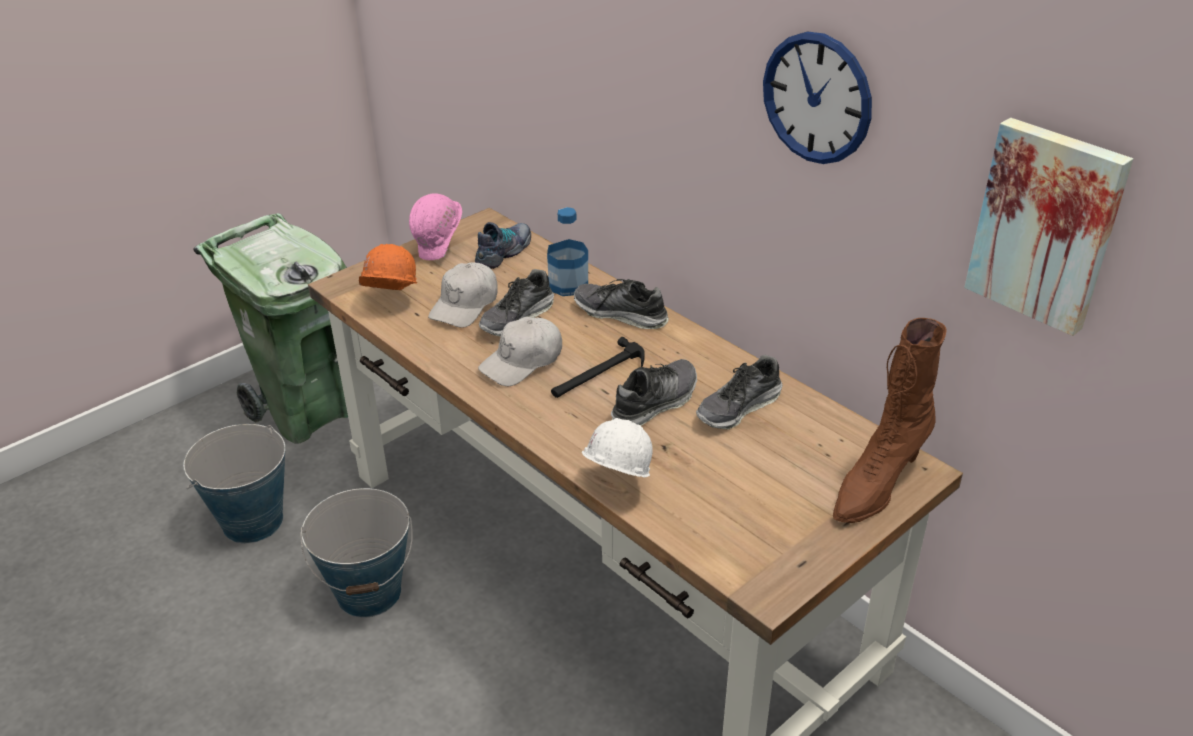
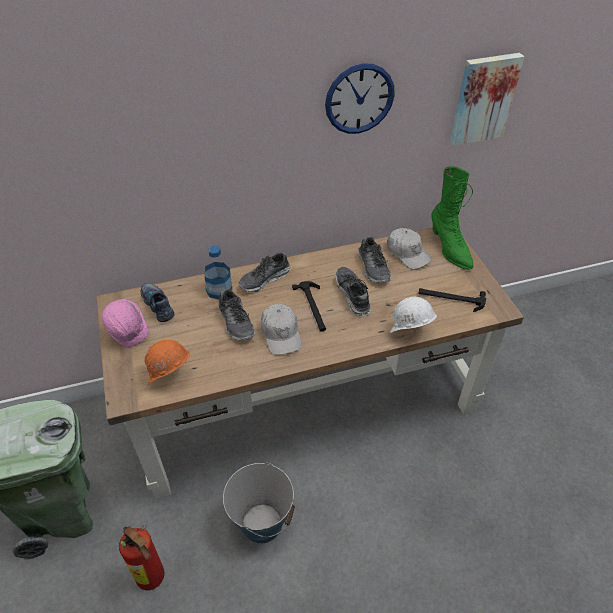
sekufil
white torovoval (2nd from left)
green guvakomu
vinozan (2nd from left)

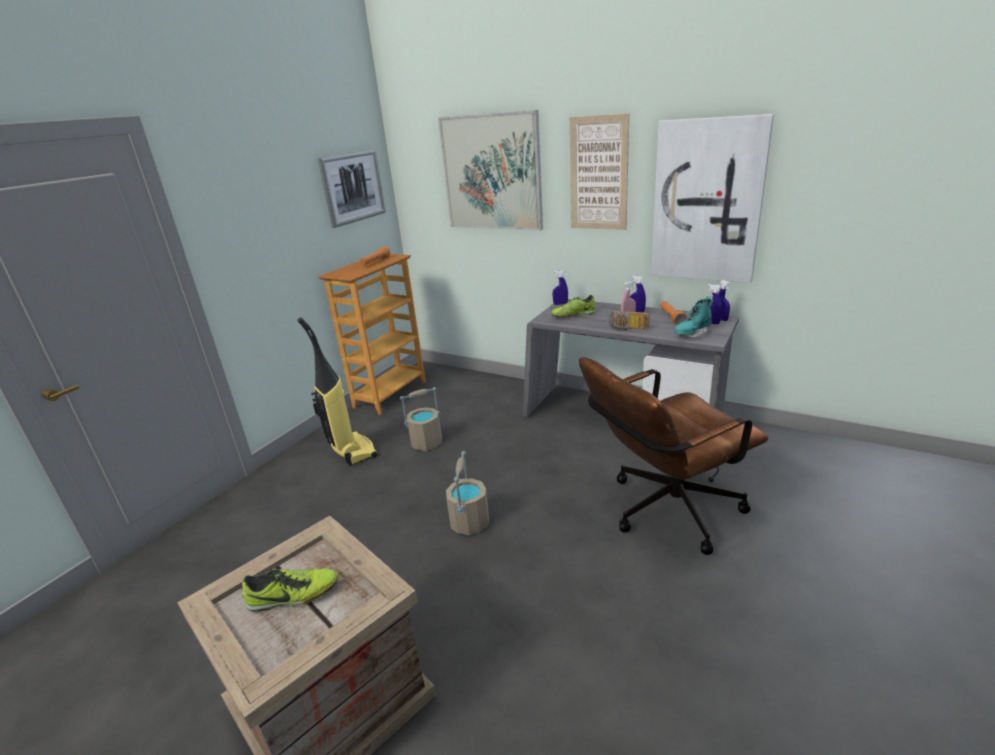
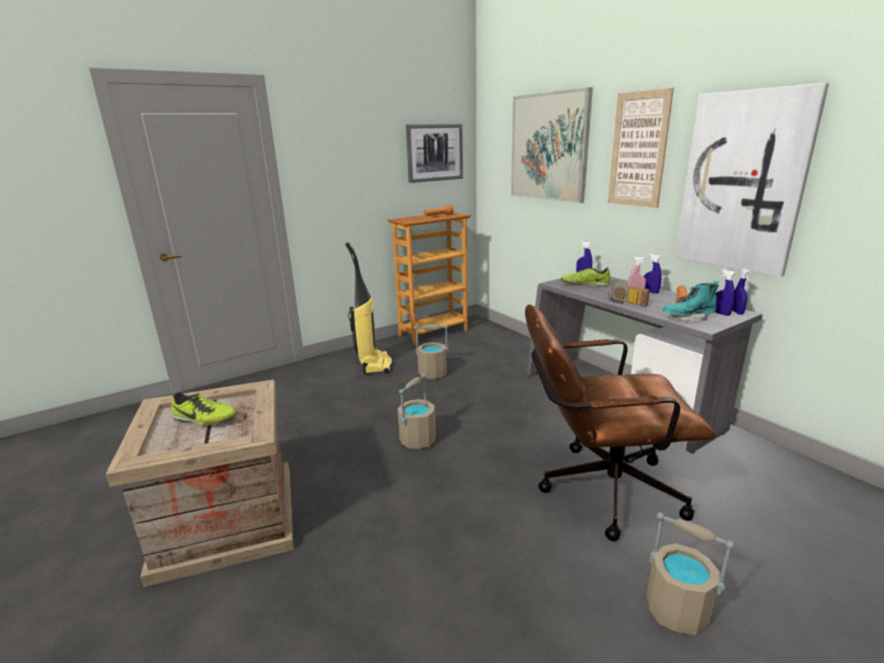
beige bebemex (3rd from left)

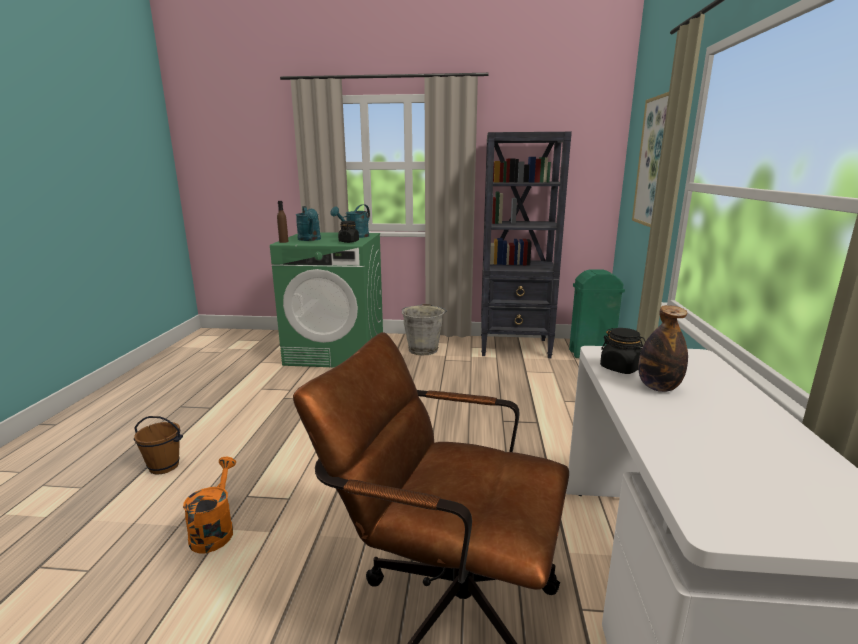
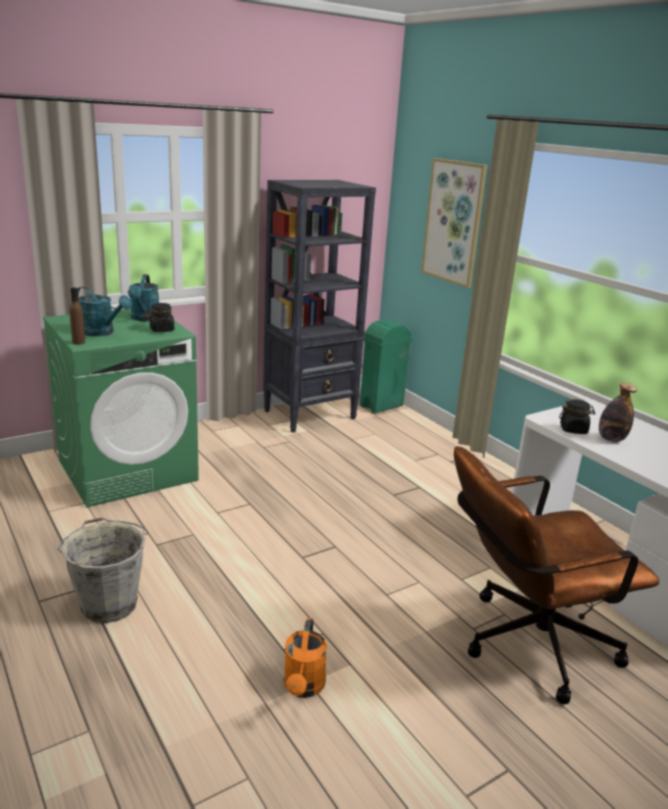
brown bebemex
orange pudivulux
grey bebemex

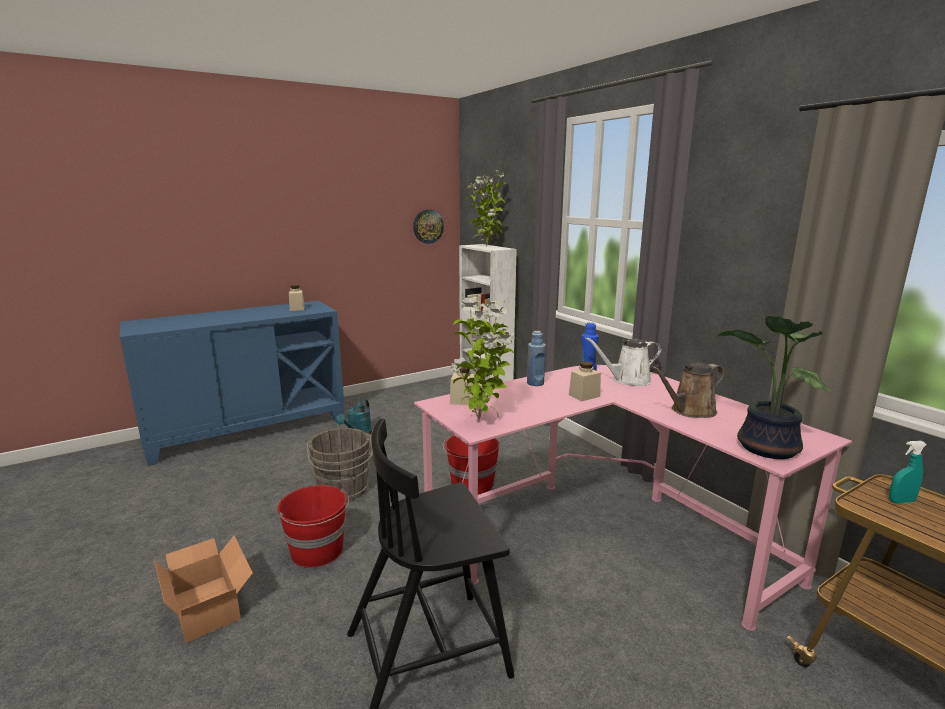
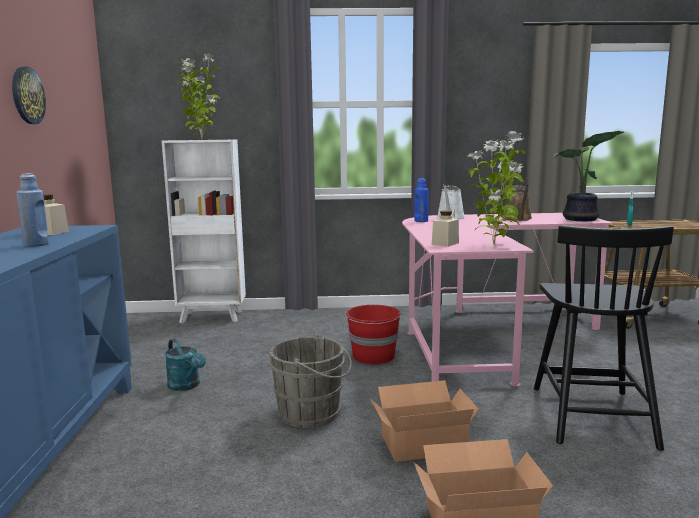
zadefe (1st from left)
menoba
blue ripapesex (1st from left)
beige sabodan (3rd from left in the first image)

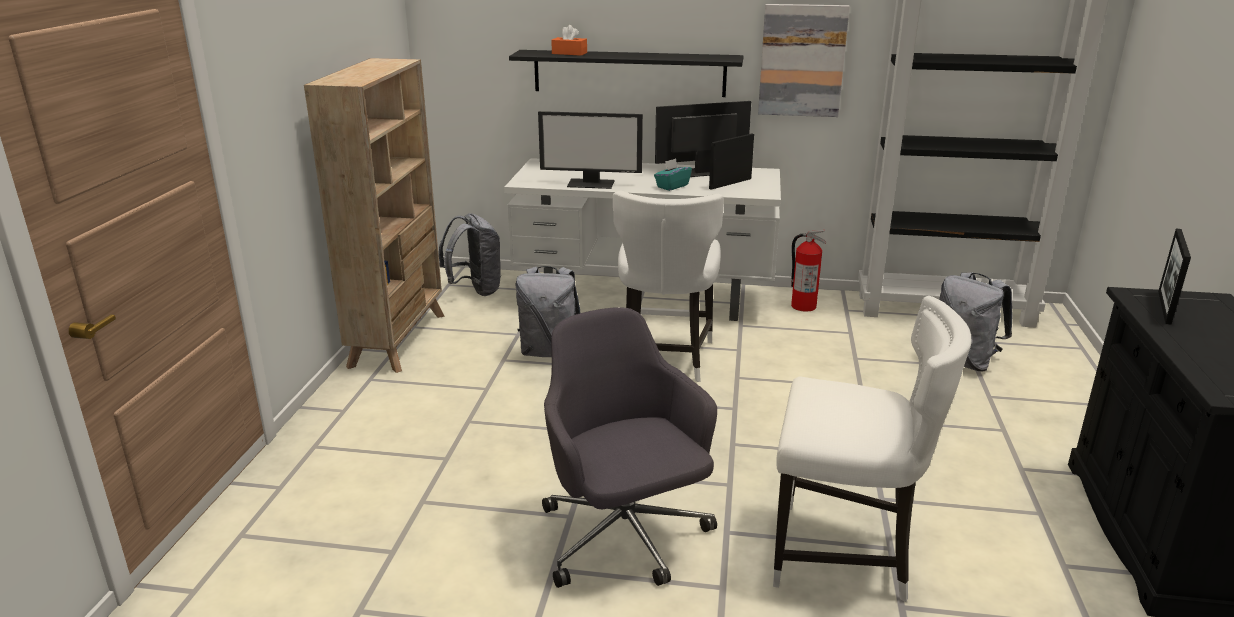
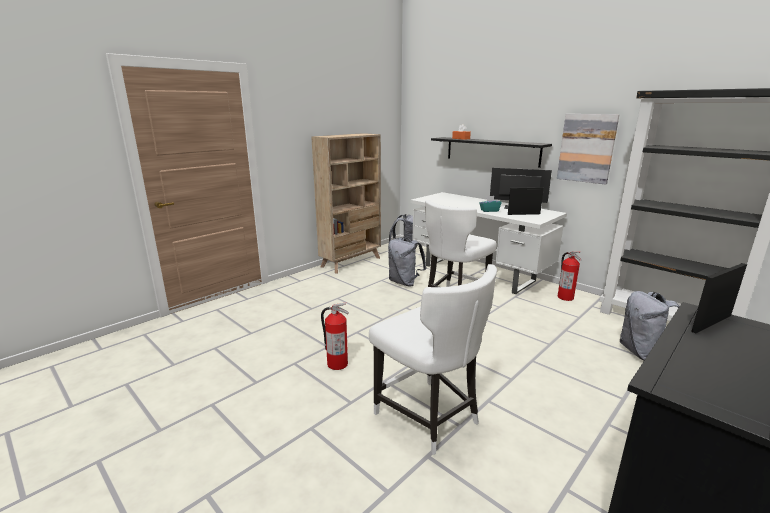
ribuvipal (1st from left in the first image)
sekufil (1st from left)

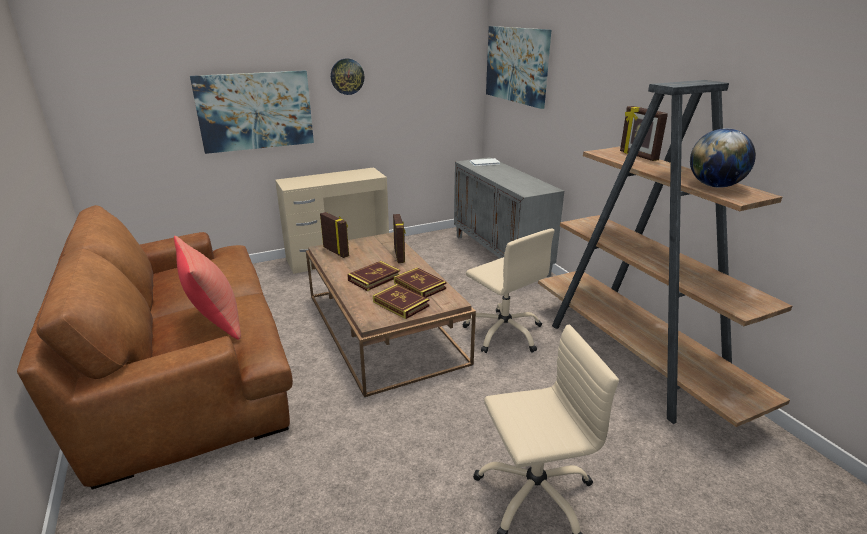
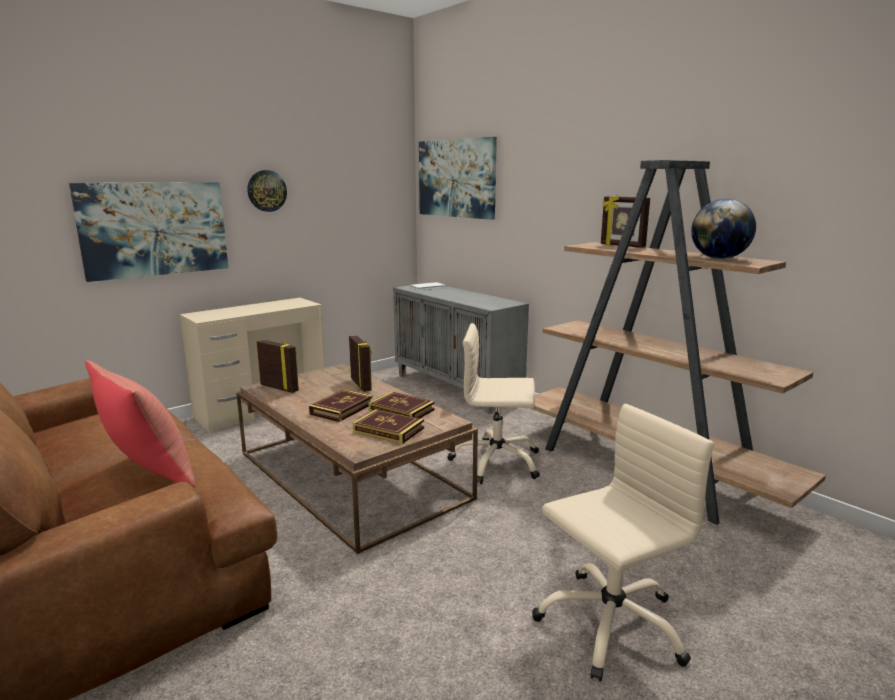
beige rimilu (1st from left)

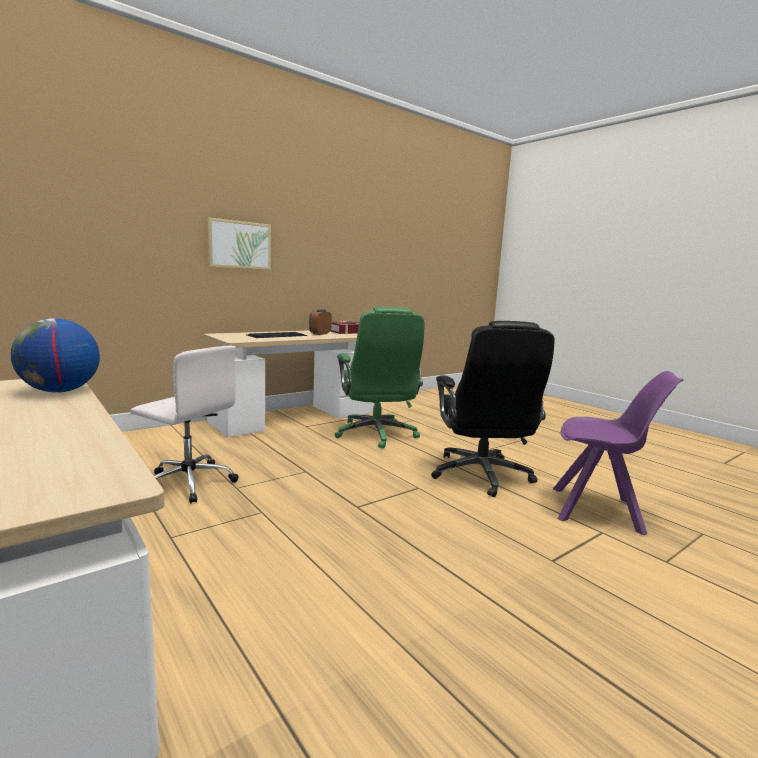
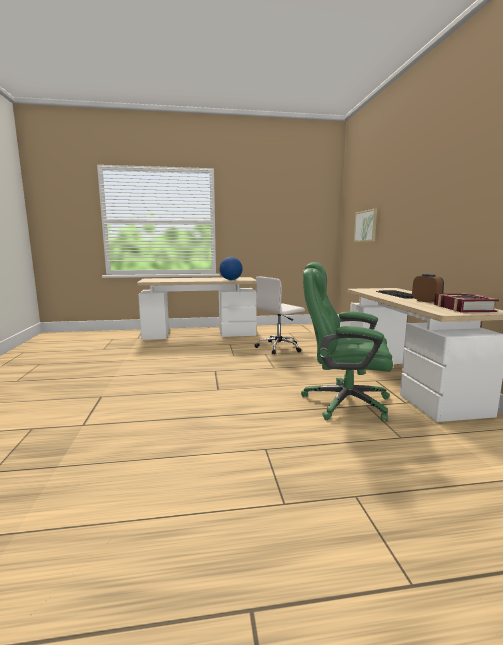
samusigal
black rimilu
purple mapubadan

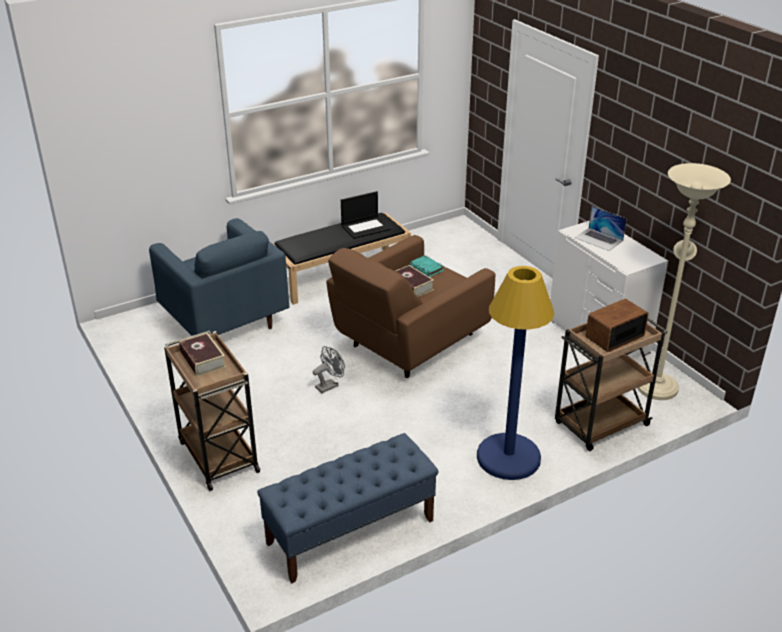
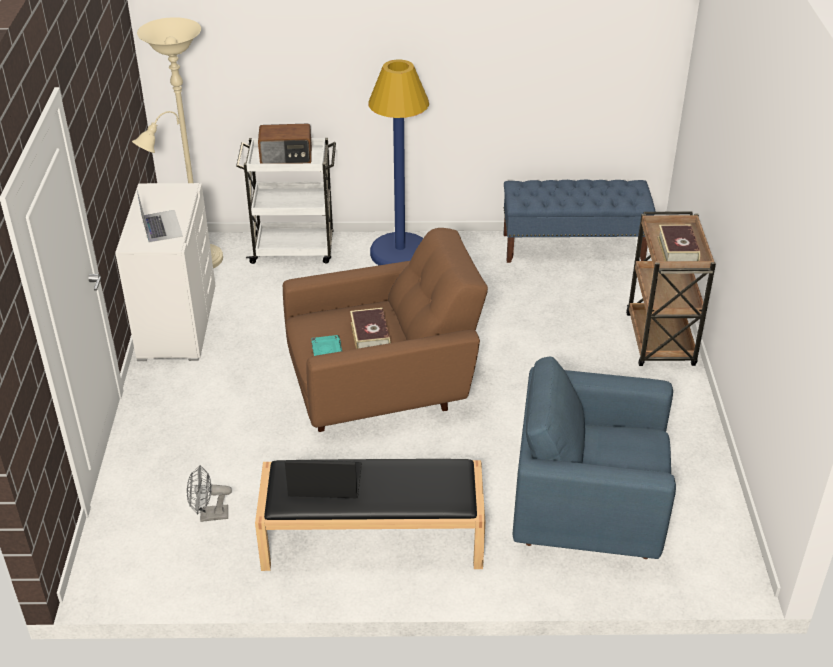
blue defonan
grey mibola
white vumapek

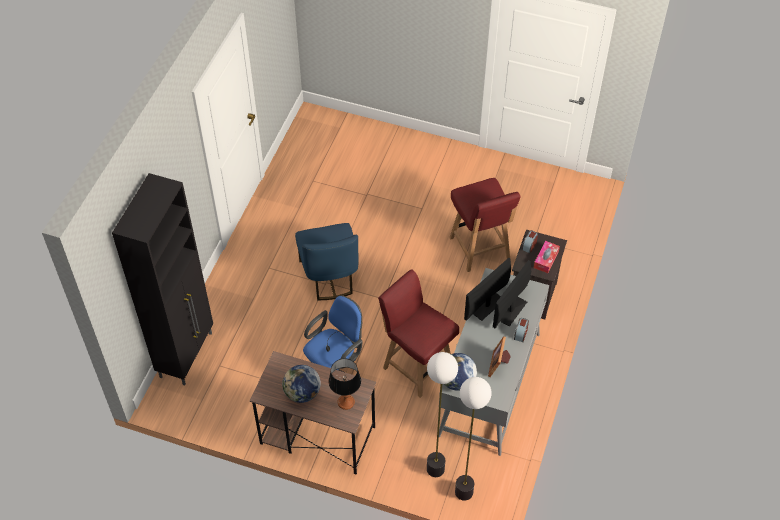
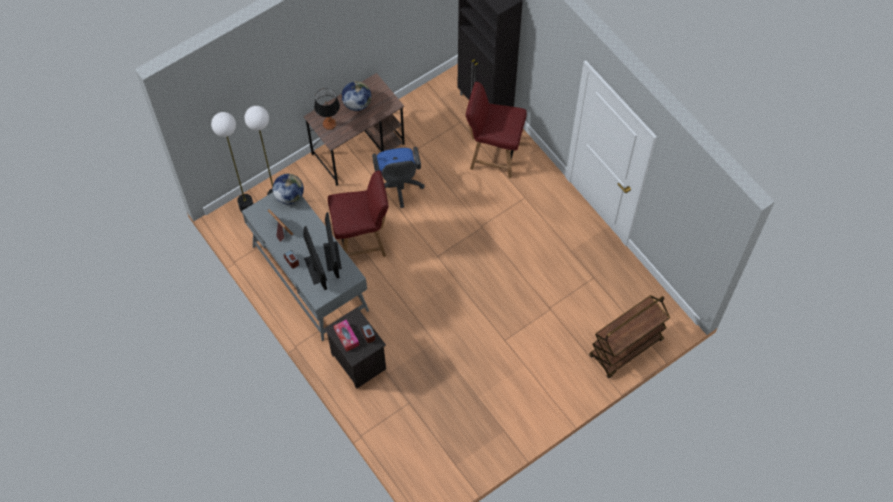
blue mapubadan
red mapubadan (2nd from left)
brown vumapek

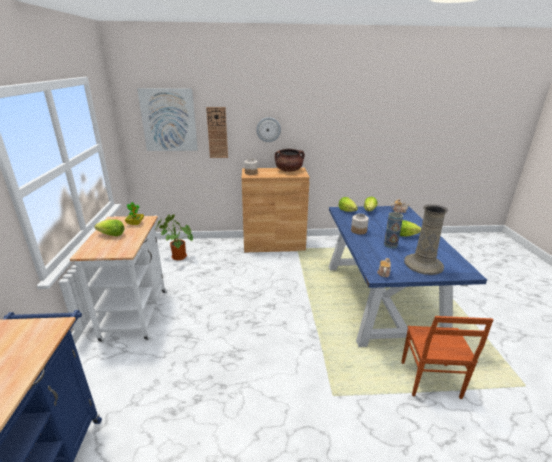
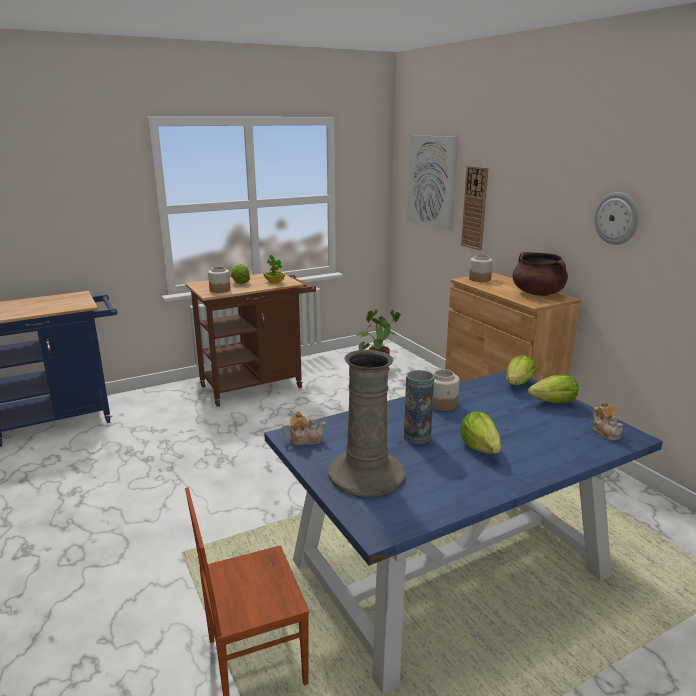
brown vumapek
menoba (2nd from left)
sabodan (1st from left)

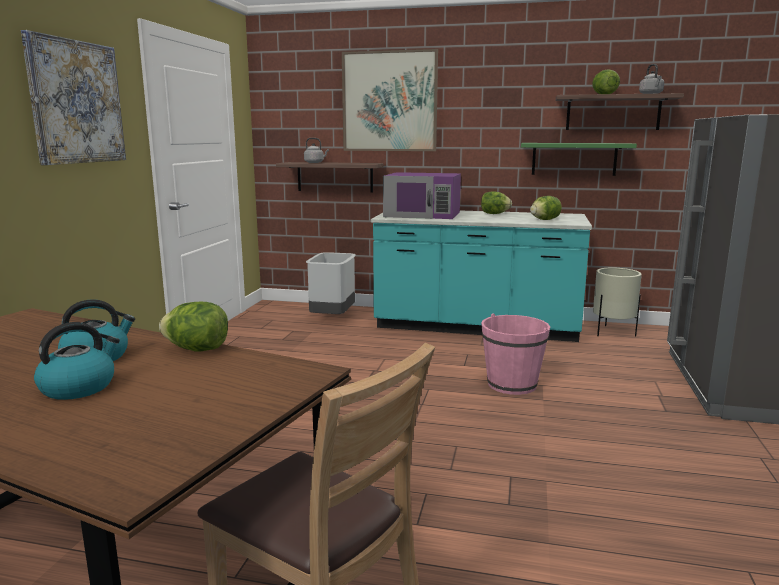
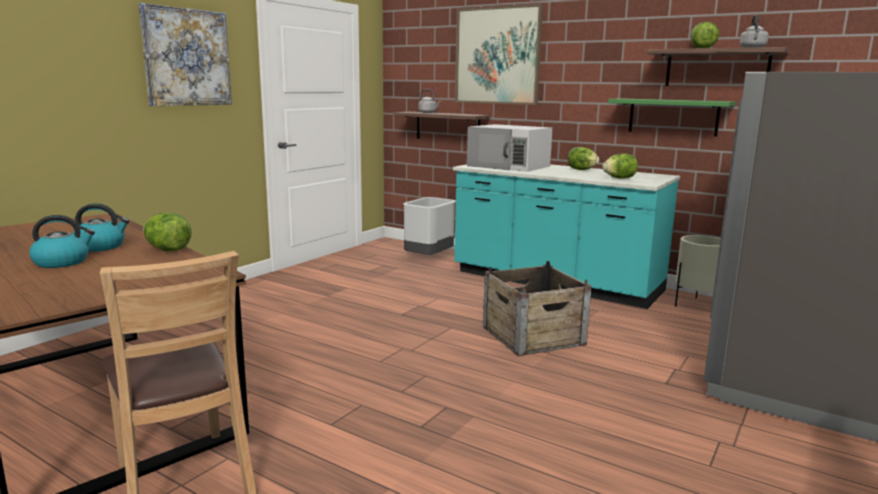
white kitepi
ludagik

